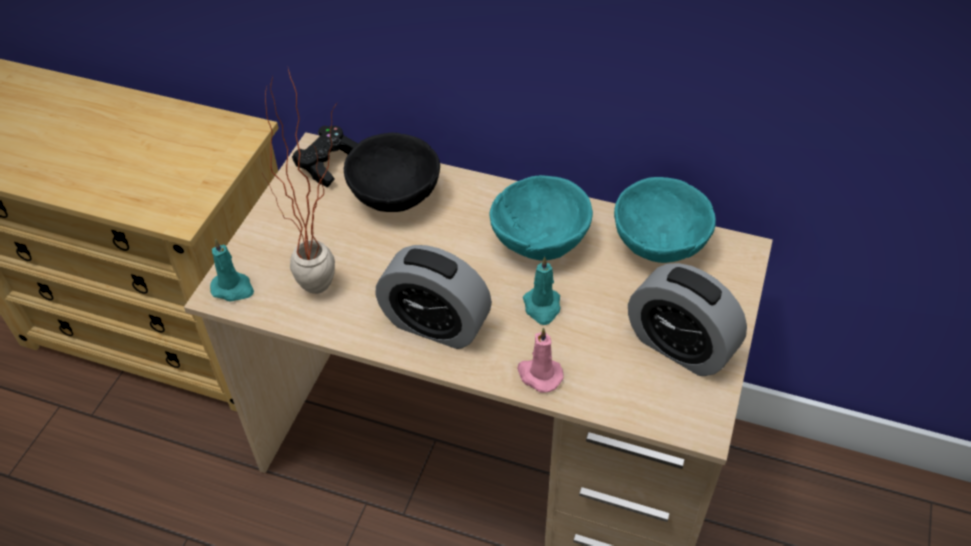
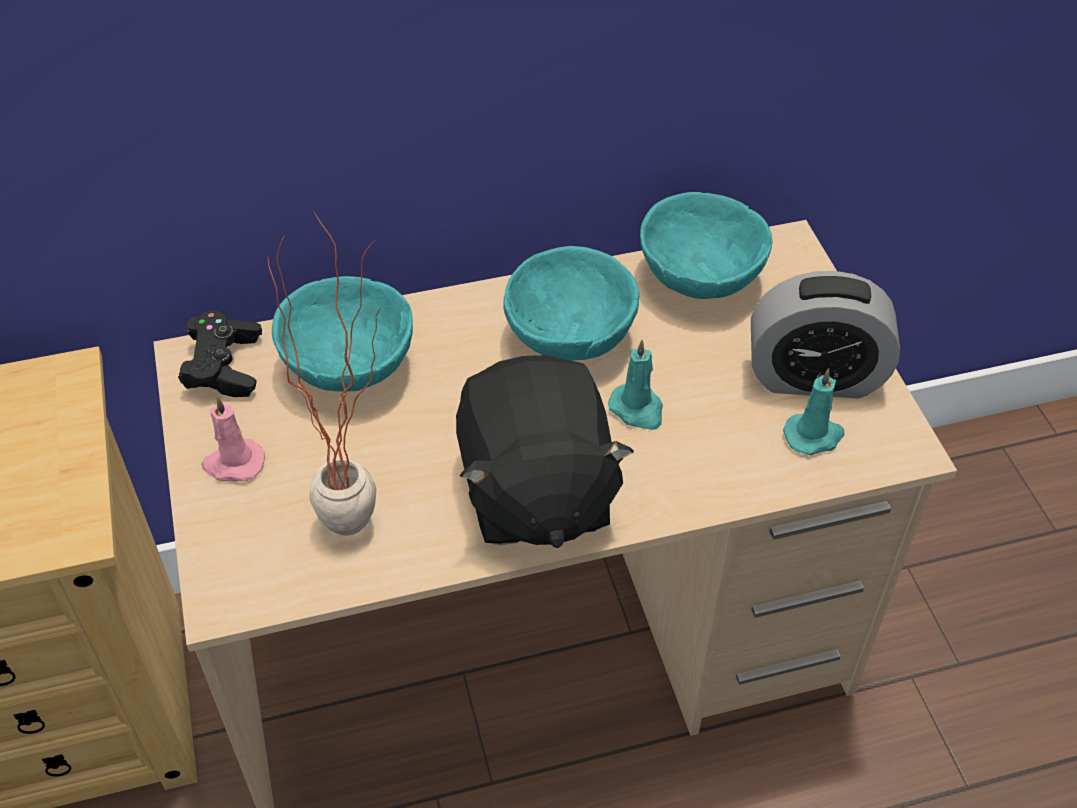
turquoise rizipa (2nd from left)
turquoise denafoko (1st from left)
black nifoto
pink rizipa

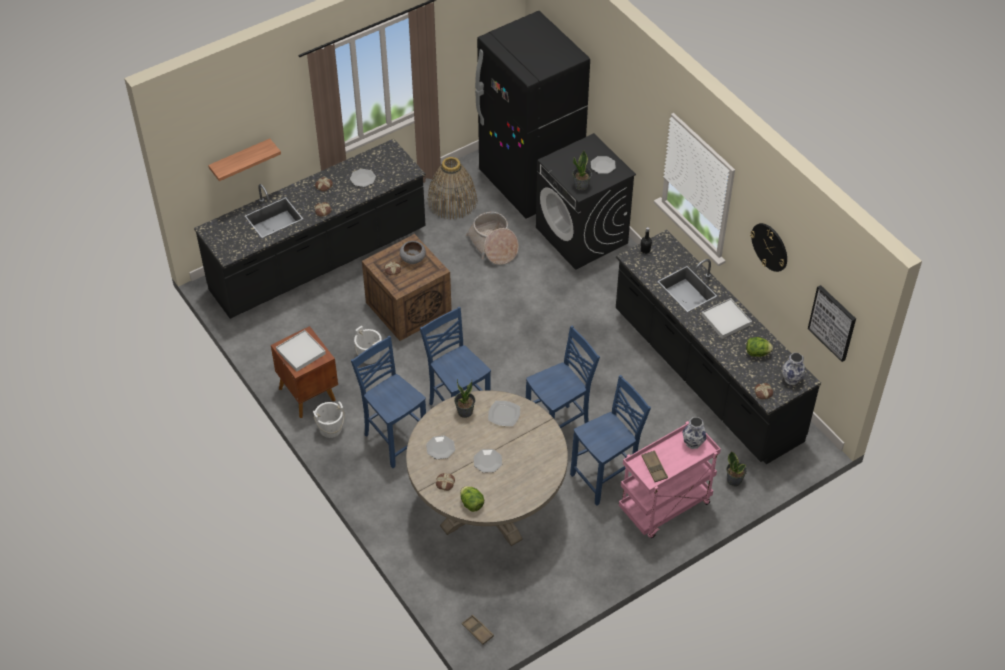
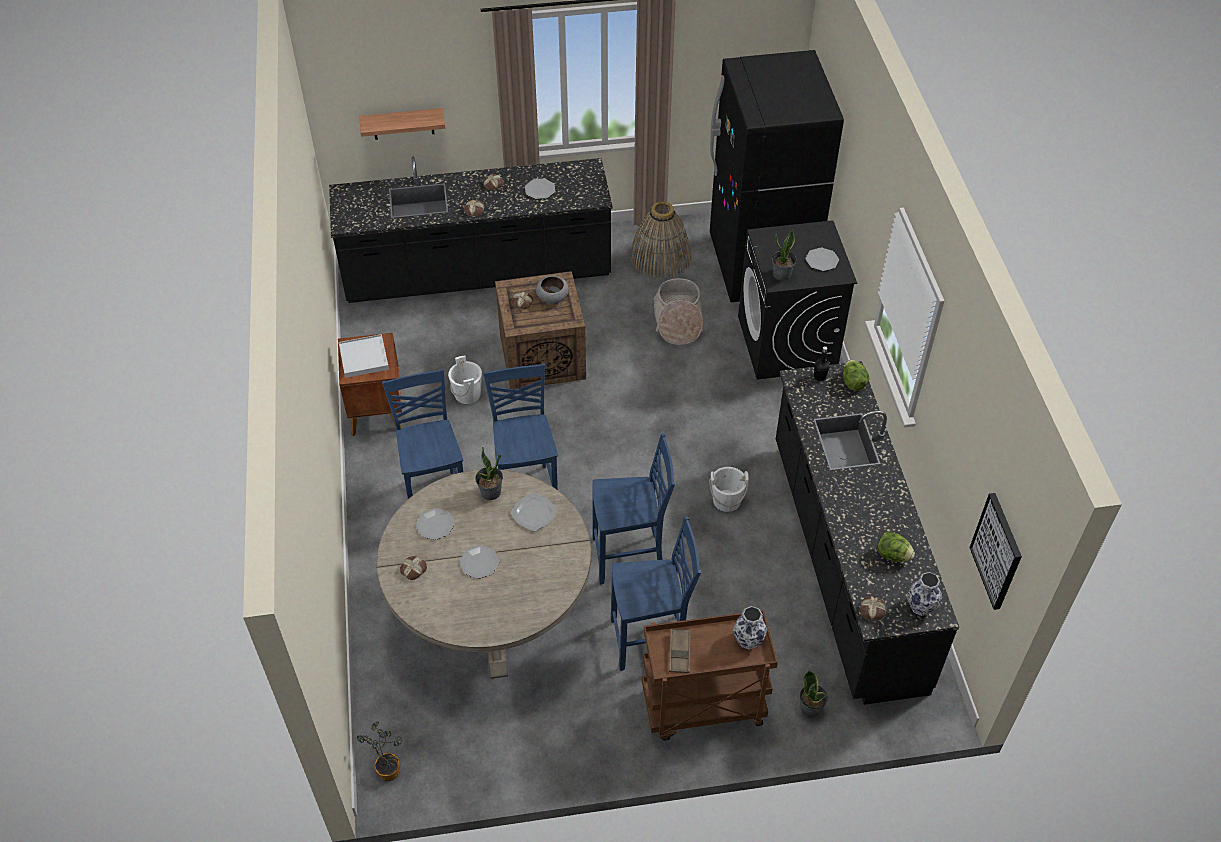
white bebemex (2nd from left)
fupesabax (1st from left)
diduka (1st from left)
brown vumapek
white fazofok (2nd from left in the first image)
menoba

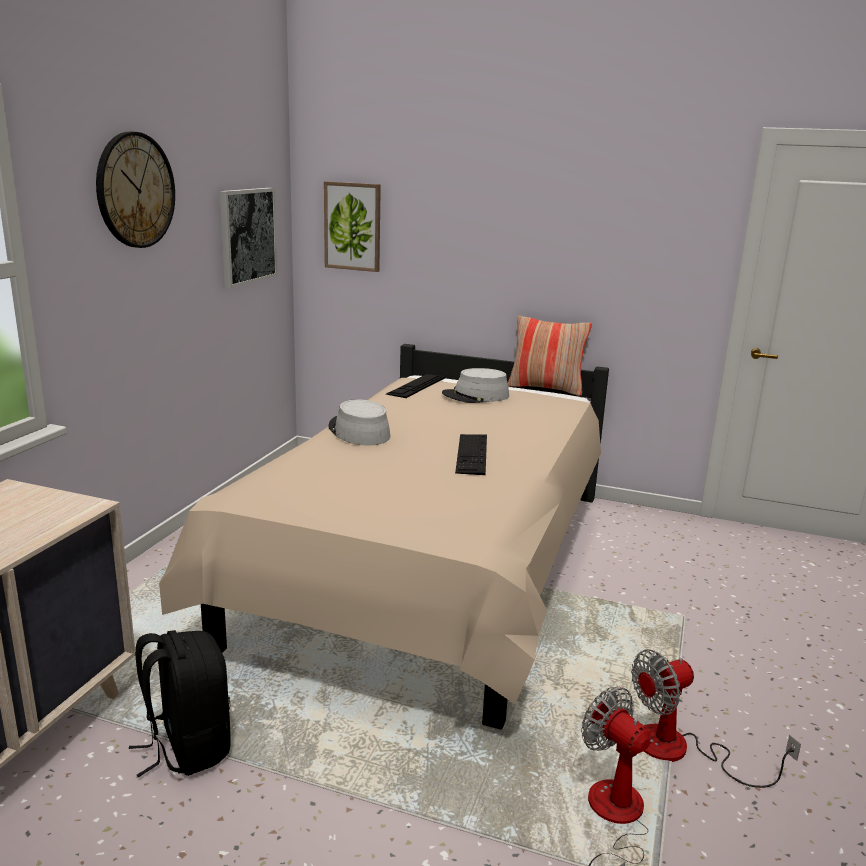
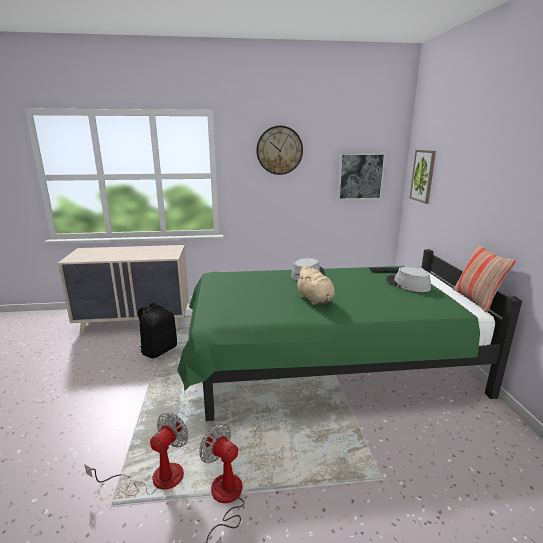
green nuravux
beige nifoto

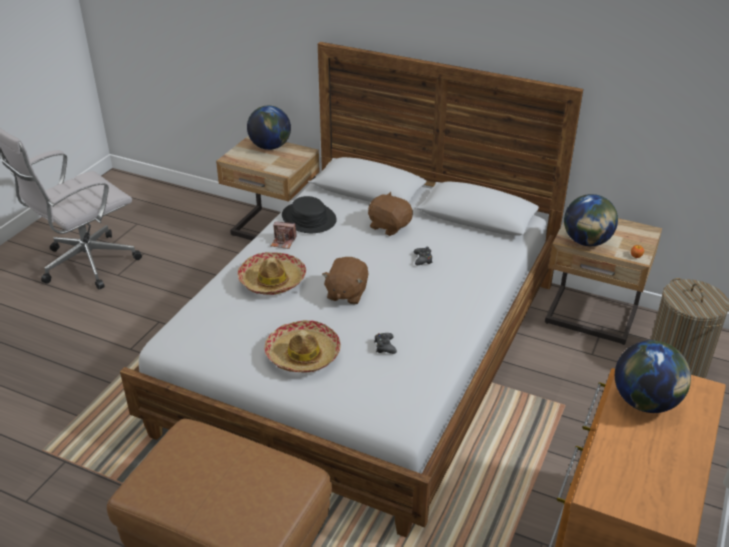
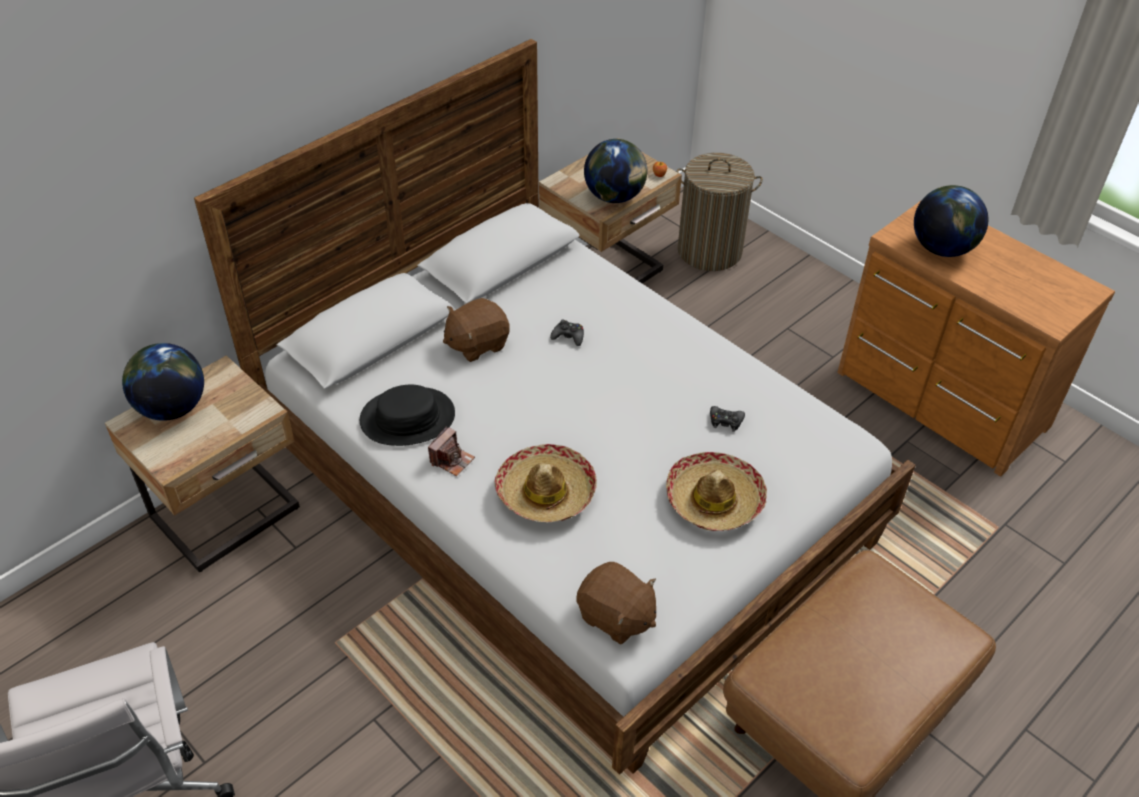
brown nifoto (2nd from left)

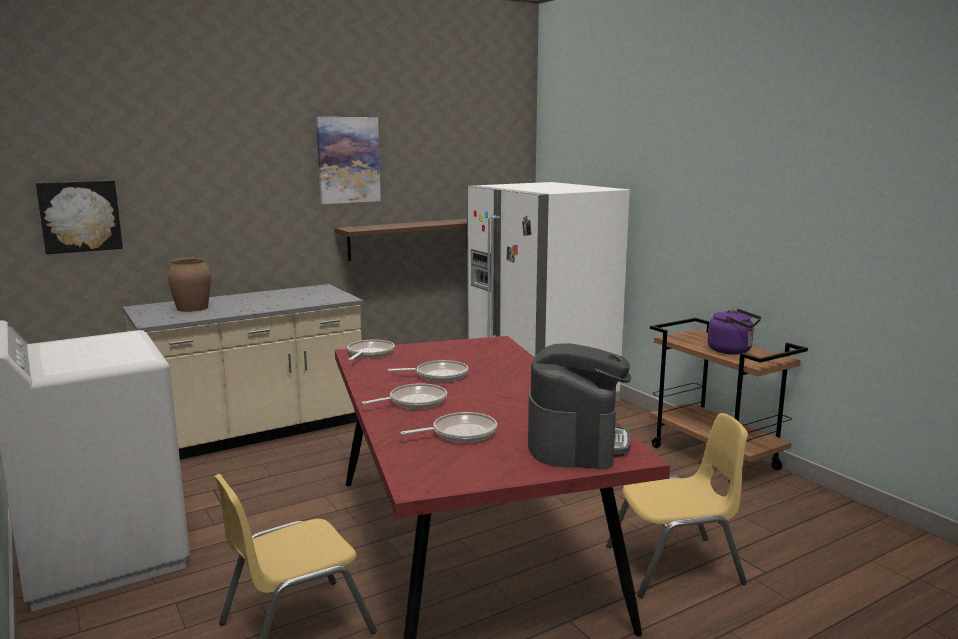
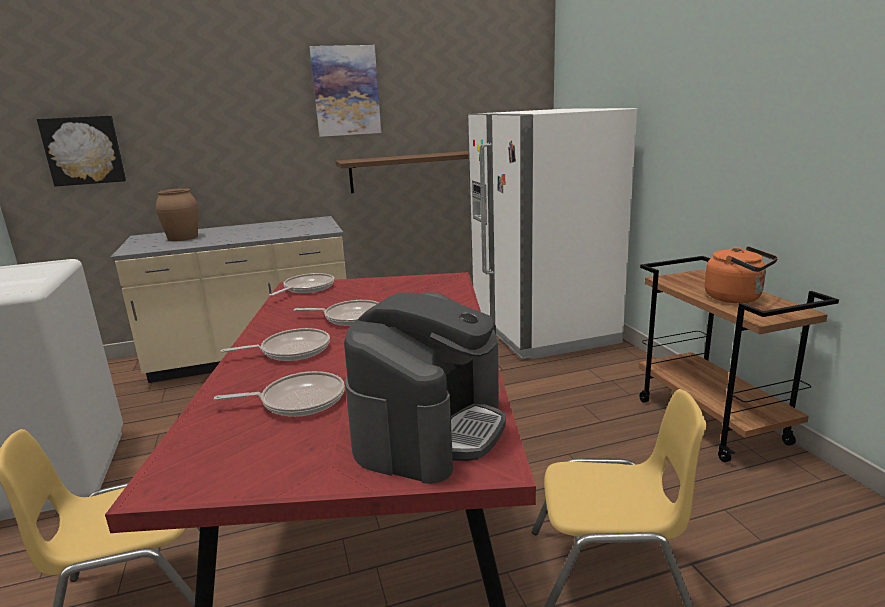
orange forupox

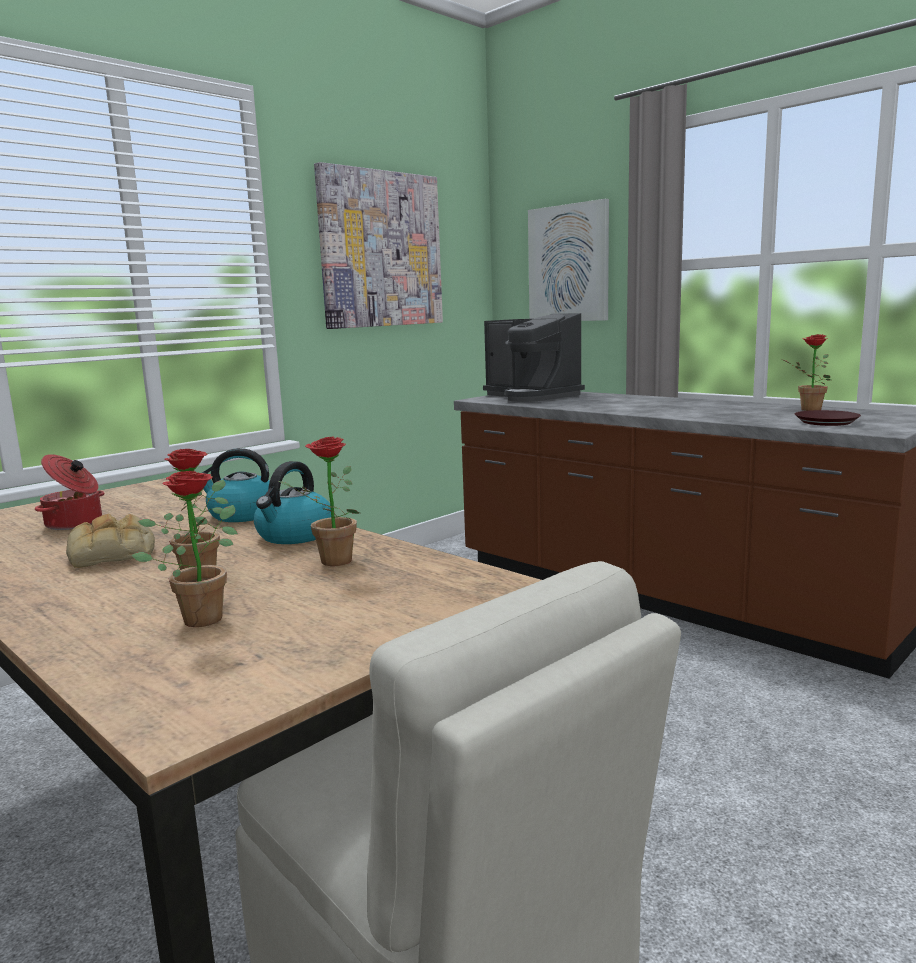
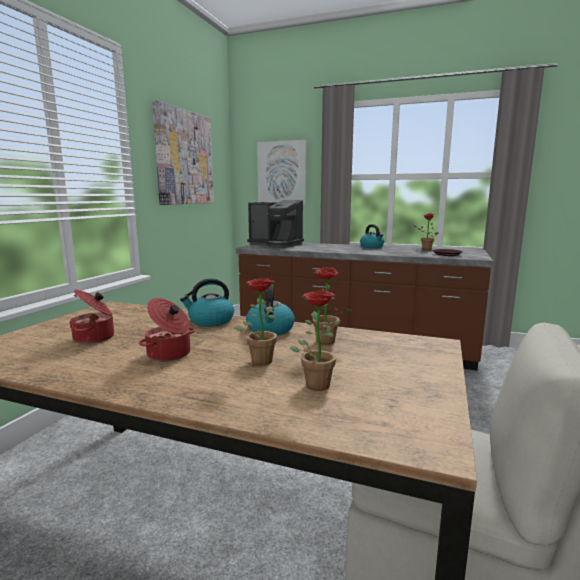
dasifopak (2nd from left)
forupox (3rd from left)

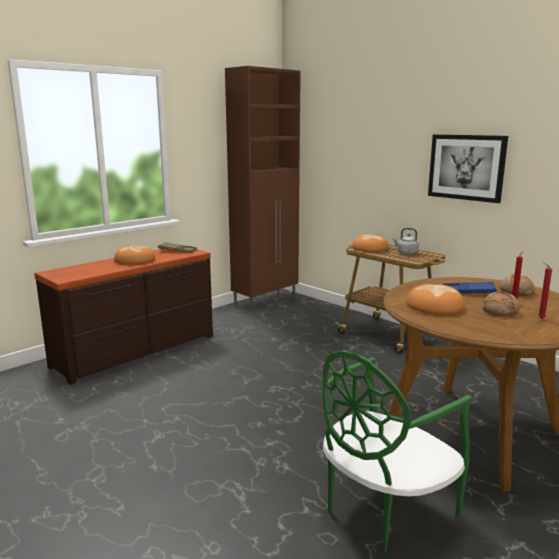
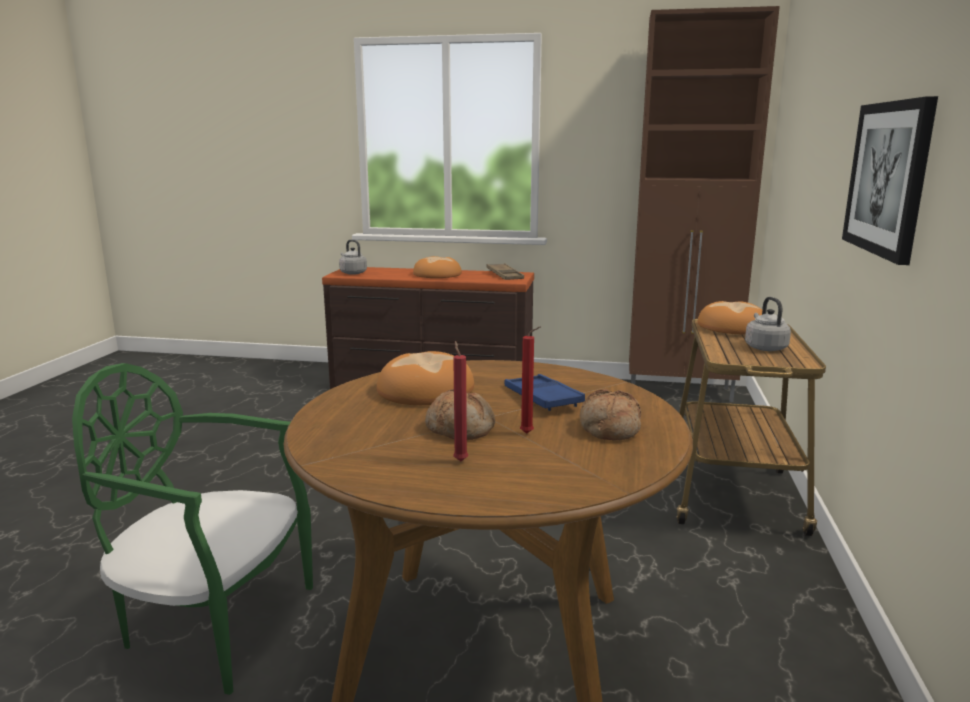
grey forupox (1st from left)

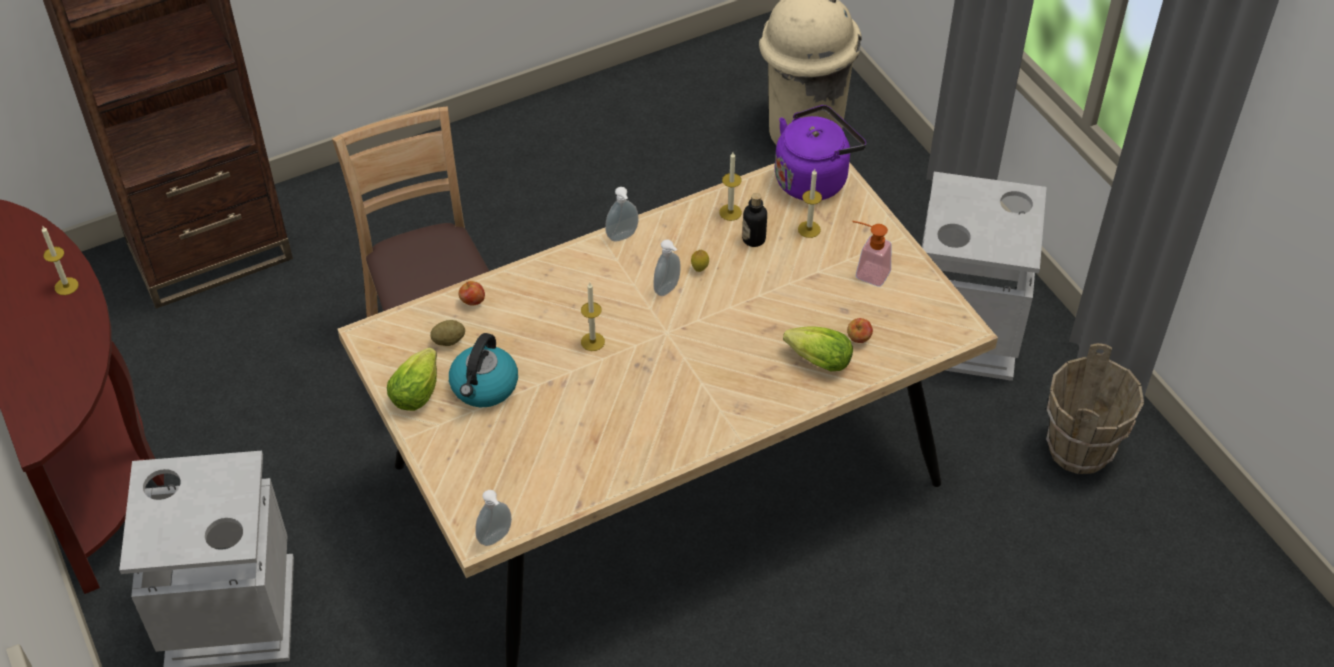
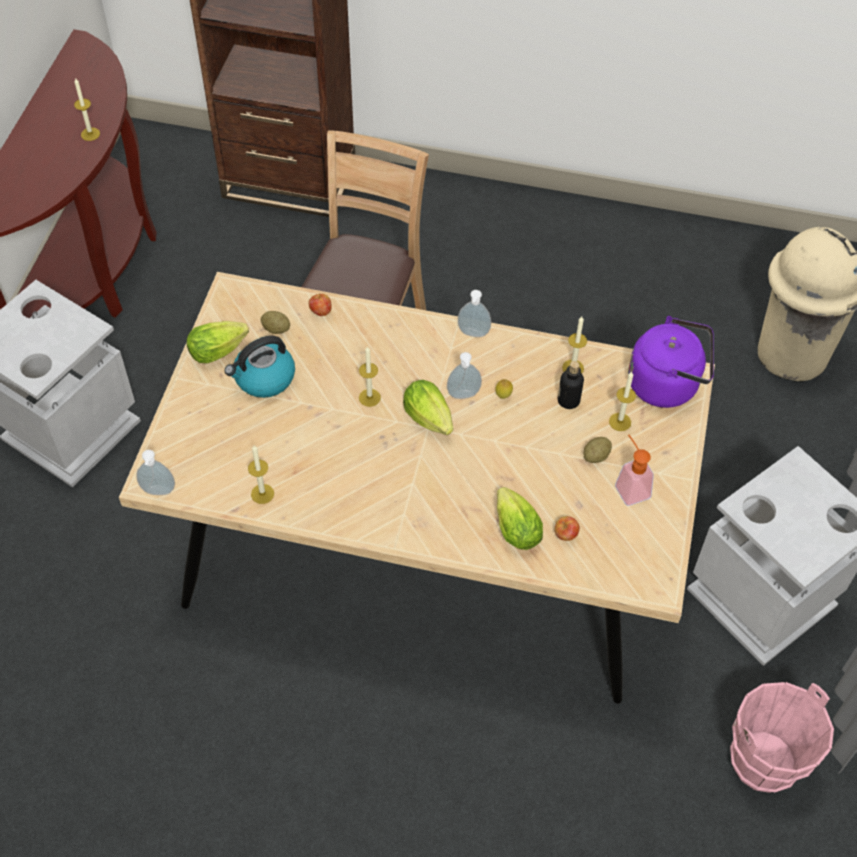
pink bebemex
rizipa (2nd from left)
fupesabax (2nd from left)
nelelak (2nd from left)

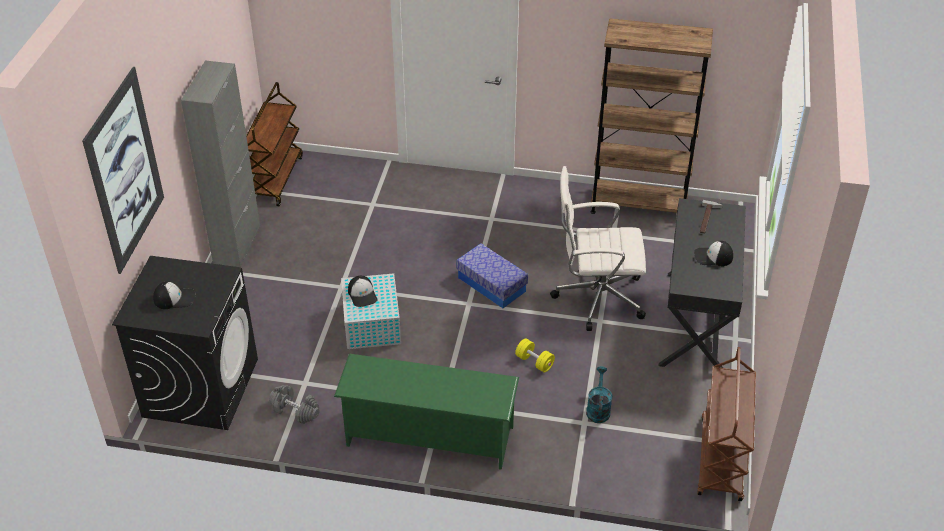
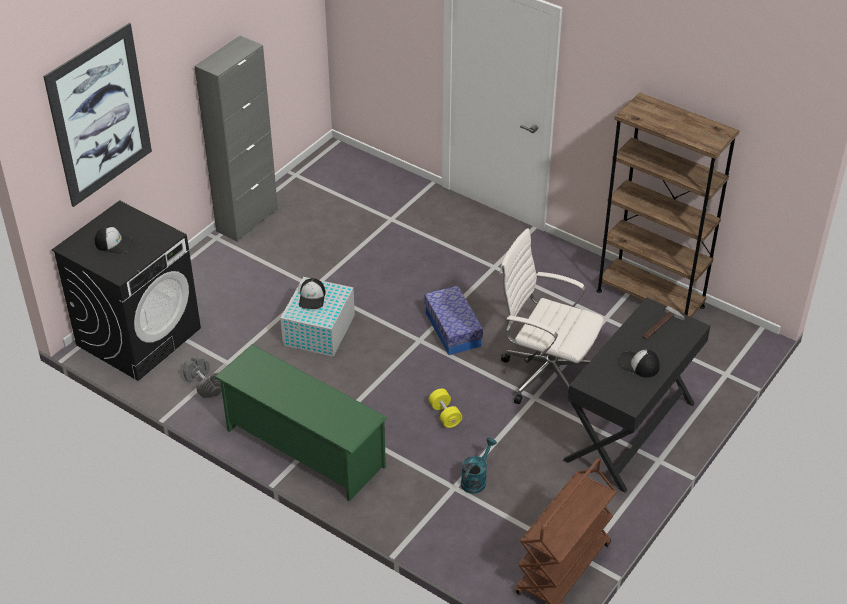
brown vumapek (1st from left in the first image)

